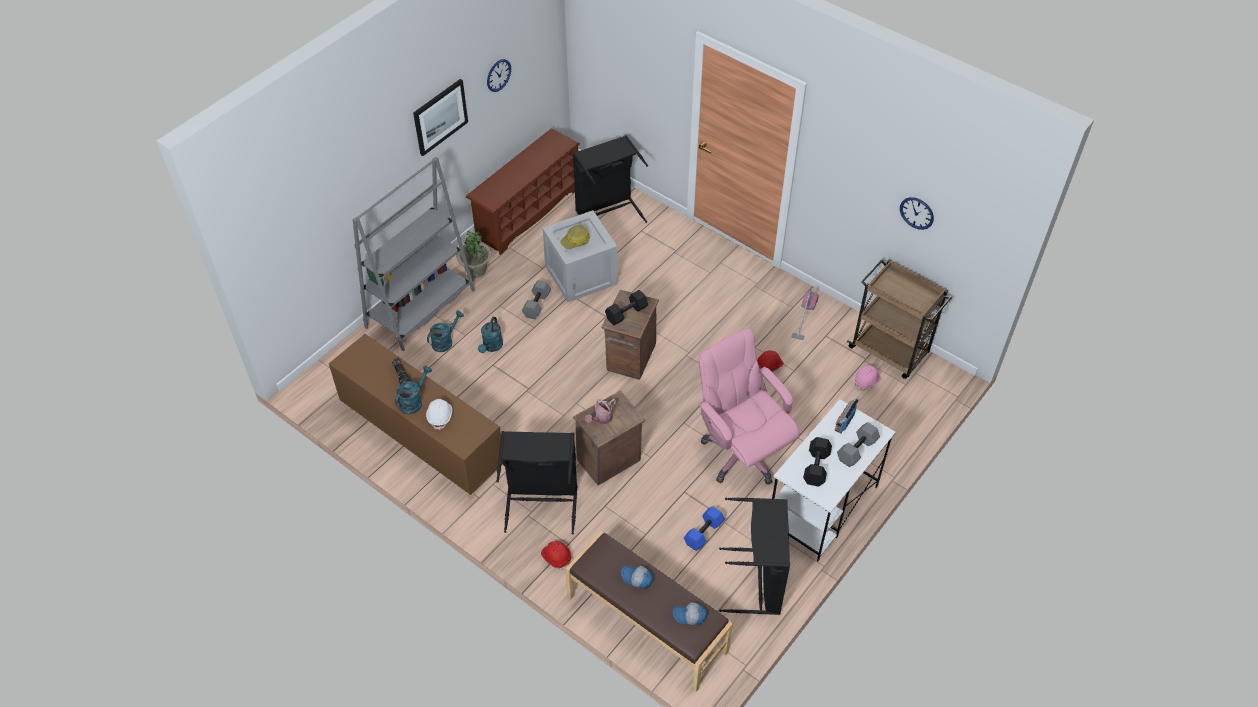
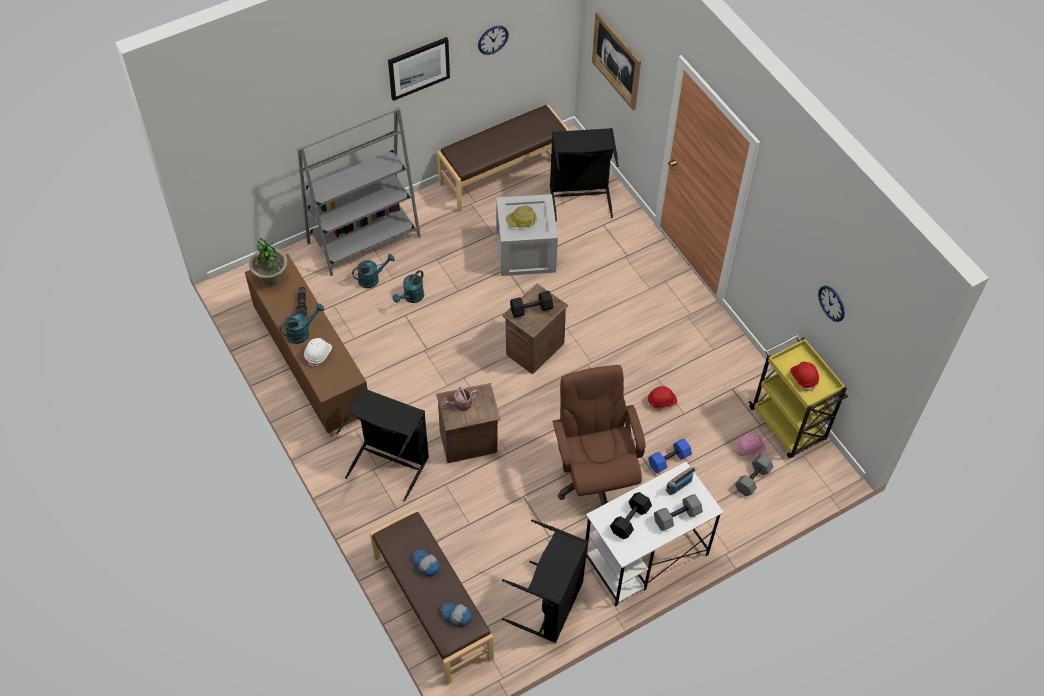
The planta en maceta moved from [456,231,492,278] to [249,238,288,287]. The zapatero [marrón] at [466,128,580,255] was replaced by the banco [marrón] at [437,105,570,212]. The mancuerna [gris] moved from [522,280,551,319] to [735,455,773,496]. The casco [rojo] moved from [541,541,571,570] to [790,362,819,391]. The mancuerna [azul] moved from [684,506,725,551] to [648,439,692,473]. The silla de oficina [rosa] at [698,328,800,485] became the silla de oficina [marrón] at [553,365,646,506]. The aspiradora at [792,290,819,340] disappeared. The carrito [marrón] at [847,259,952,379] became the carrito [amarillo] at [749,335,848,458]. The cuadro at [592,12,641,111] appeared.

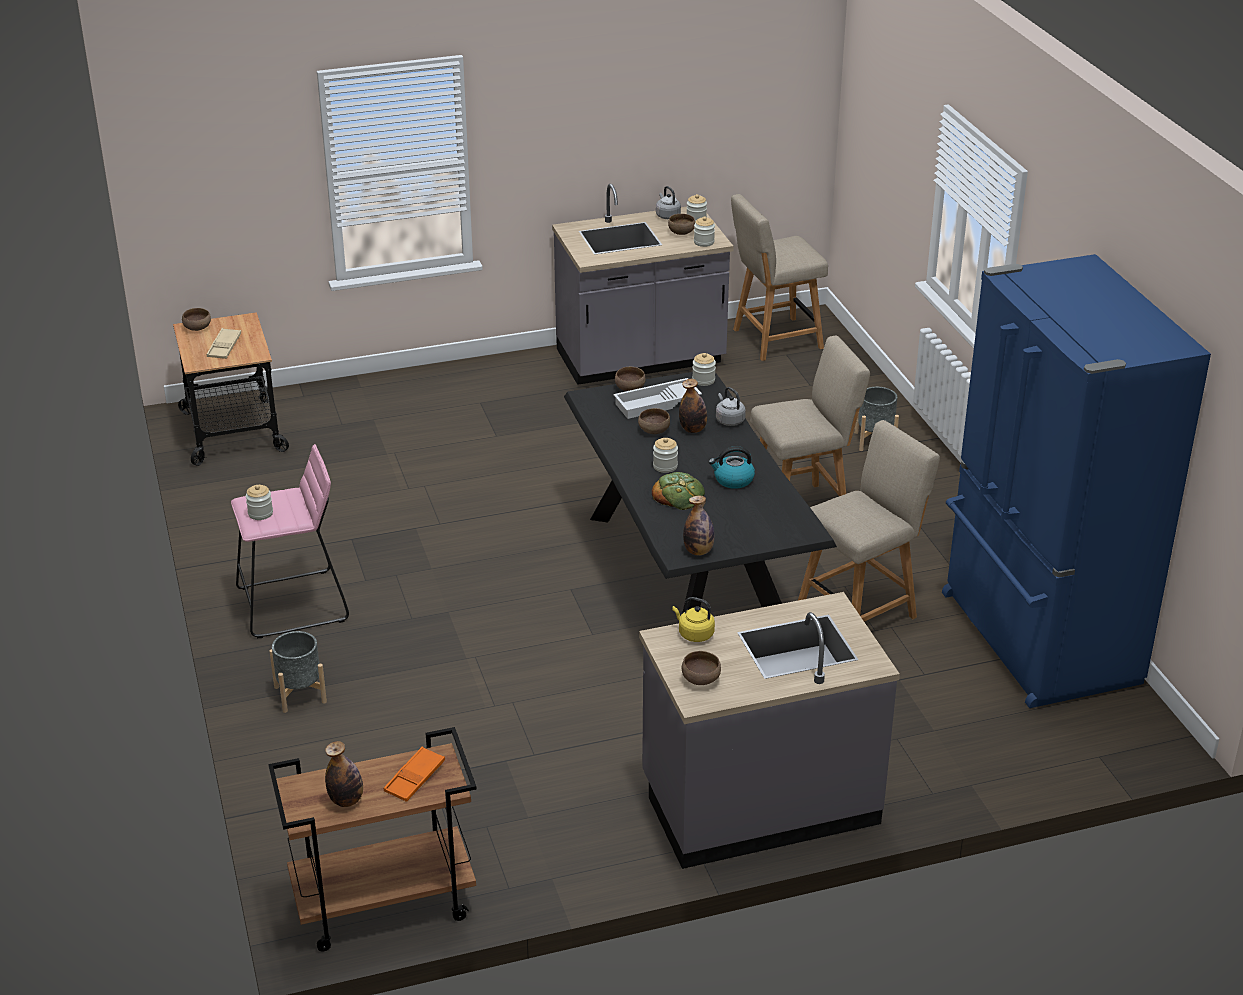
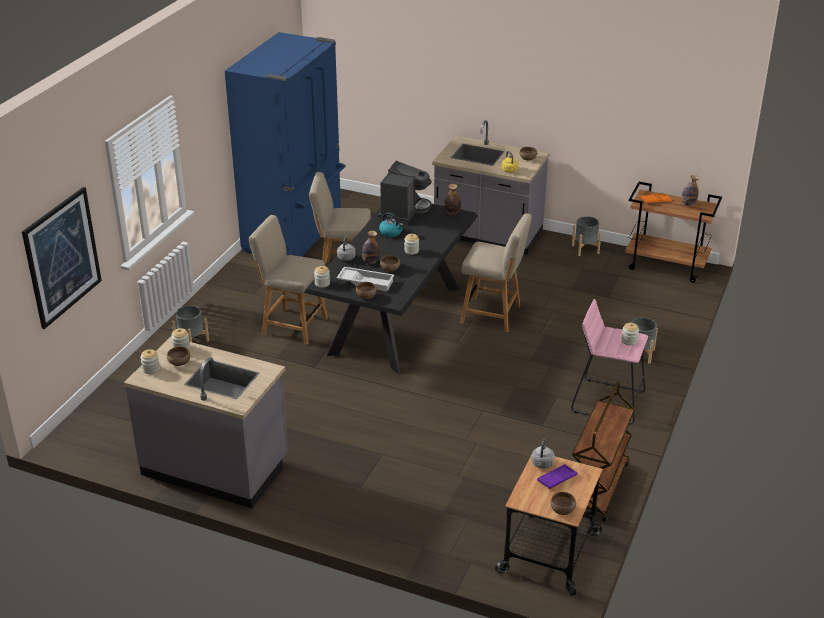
The bandeja [beis] at [207,328,241,359] became the bandeja [morado] at [537,464,577,489]. The pan at [652,472,705,510] disappeared. The hervidor [gris] moved from [656,186,681,219] to [531,438,555,469]. The silla [beis] moved from [731,194,828,361] to [460,213,532,332]. The cuadro at [22,187,102,329] appeared. The cafetera at [378,161,432,223] appeared. The maceta [gris] at [572,216,601,256] appeared. The carrito [marrón] at [572,381,635,522] appeared.

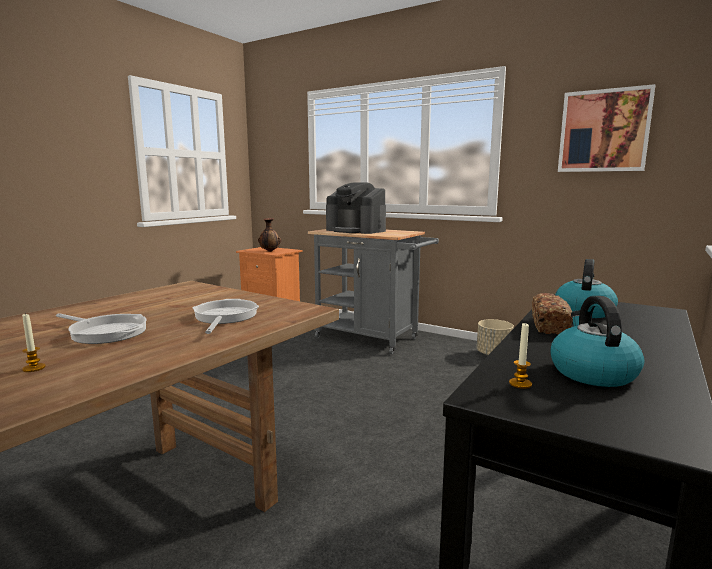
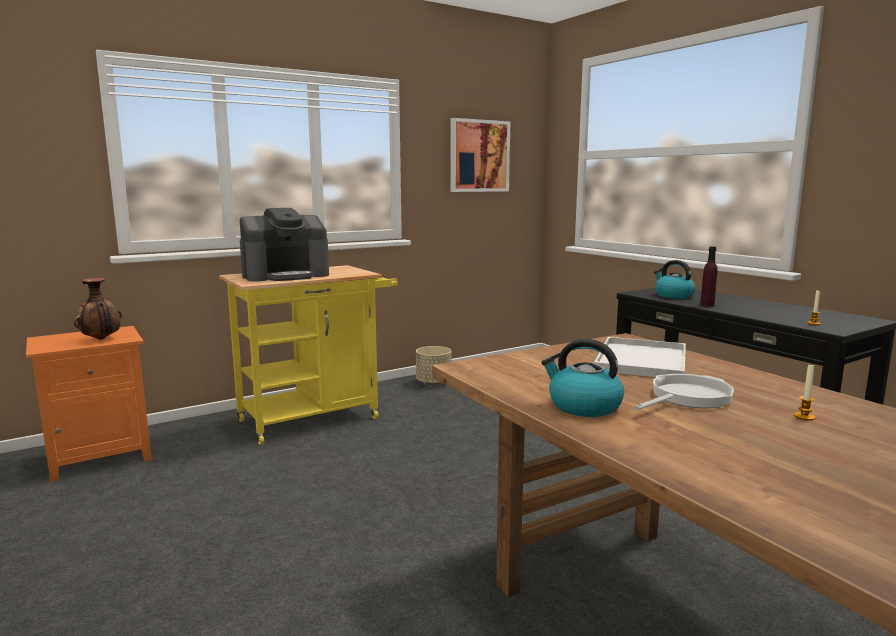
The sartén at [193,299,259,334] was replaced by the bandeja [blanco] at [594,337,686,377]. The carrito [gris] at [308,229,439,354] became the carrito [amarillo] at [219,265,398,445]. The pan at [532,293,573,334] was replaced by the botella [morado] at [700,246,718,307]. The hervidor moved from [550,296,644,387] to [541,339,624,417].

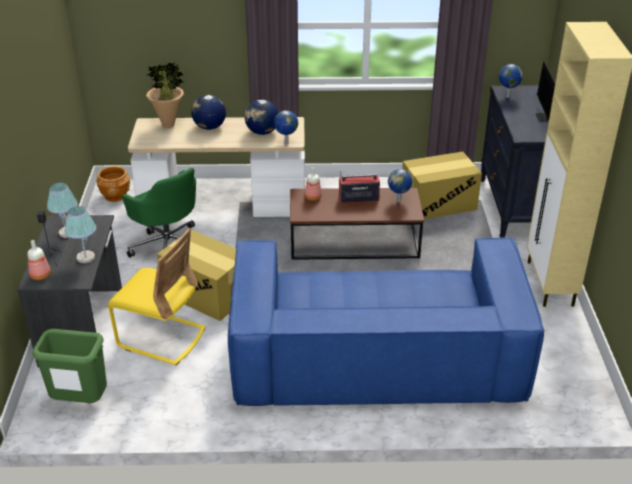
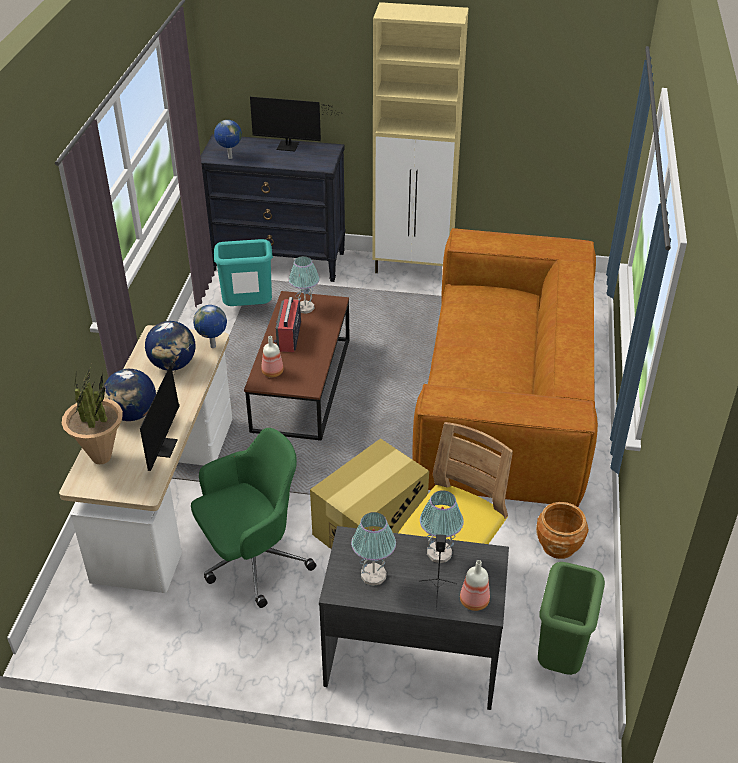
The maceta [marrón] moved from [96,166,130,202] to [536,502,589,559]. The sofá [azul] at [228,237,544,406] became the sofá [marrón] at [412,228,598,507]. The globo terráqueo at [388,169,412,202] was replaced by the lámpara de mesa at [288,256,320,314]. The caja de cartón at [402,152,482,219] was replaced by the papelera [turquesa] at [214,239,273,306]. The monitor at [140,355,180,471] appeared.

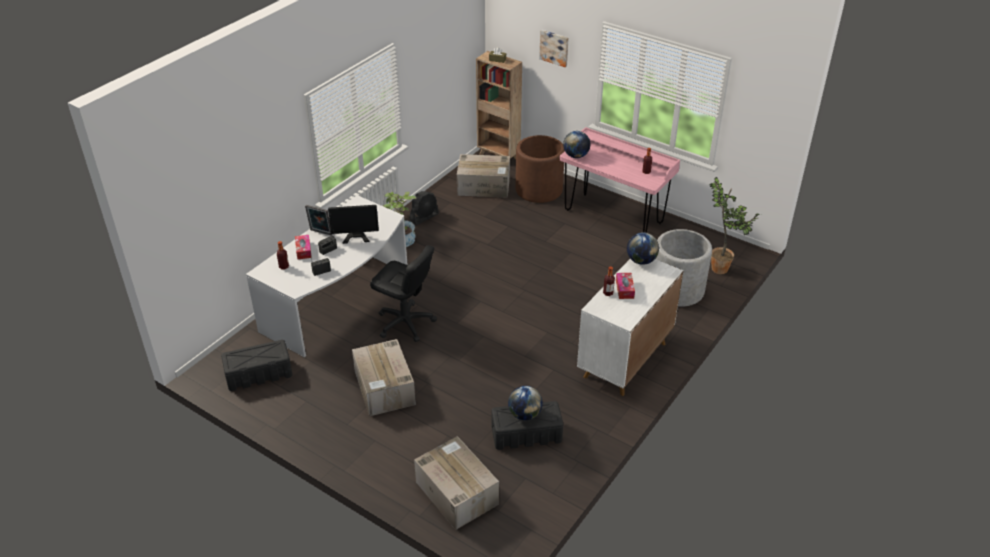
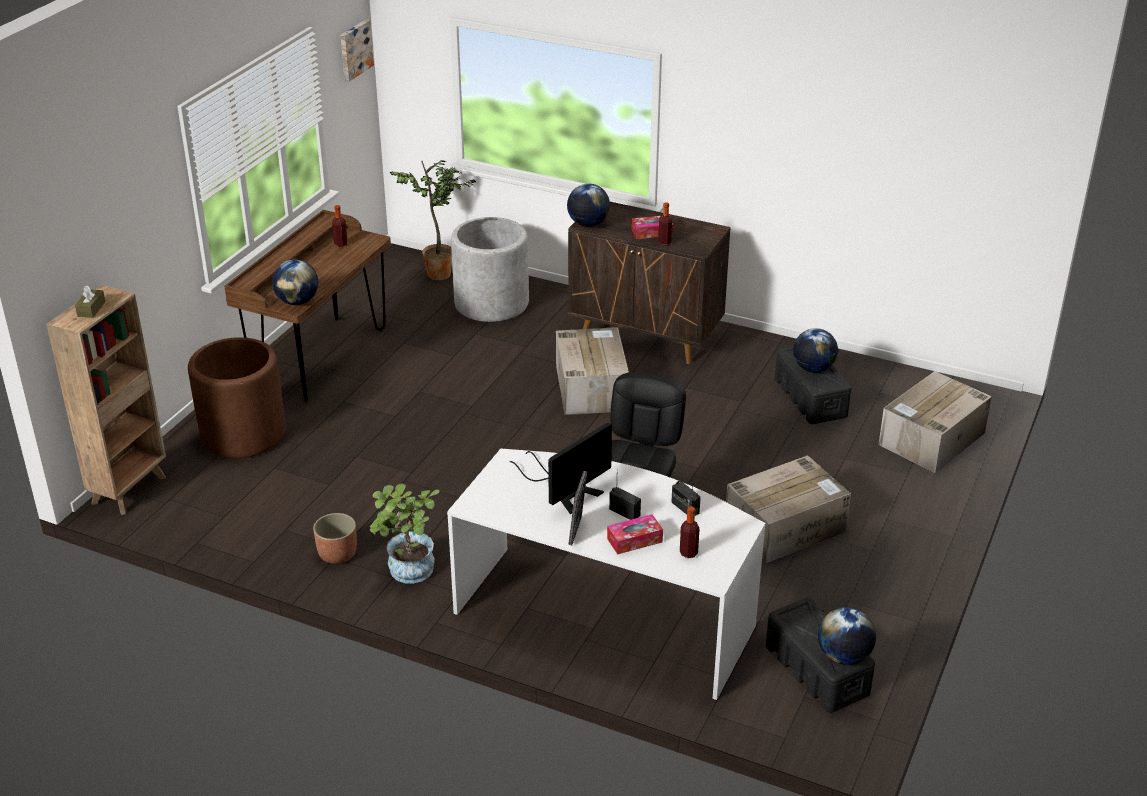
The monitor at [328,205,379,244] turned 60 degrees clockwise. The ventilador [negro] at [409,191,439,225] was replaced by the maceta at [313,513,357,564]. The caja de cartón moved from [457,154,510,198] to [556,327,629,415]. The cuadro moved from [539,30,569,67] to [341,19,374,82]. The escritorio [rosa] at [560,127,680,233] became the escritorio [marrón] at [224,210,391,402]. The armario [blanco] at [577,259,684,396] became the armario [marrón] at [568,202,731,364]. The globo terráqueo at [818,607,876,665] appeared.

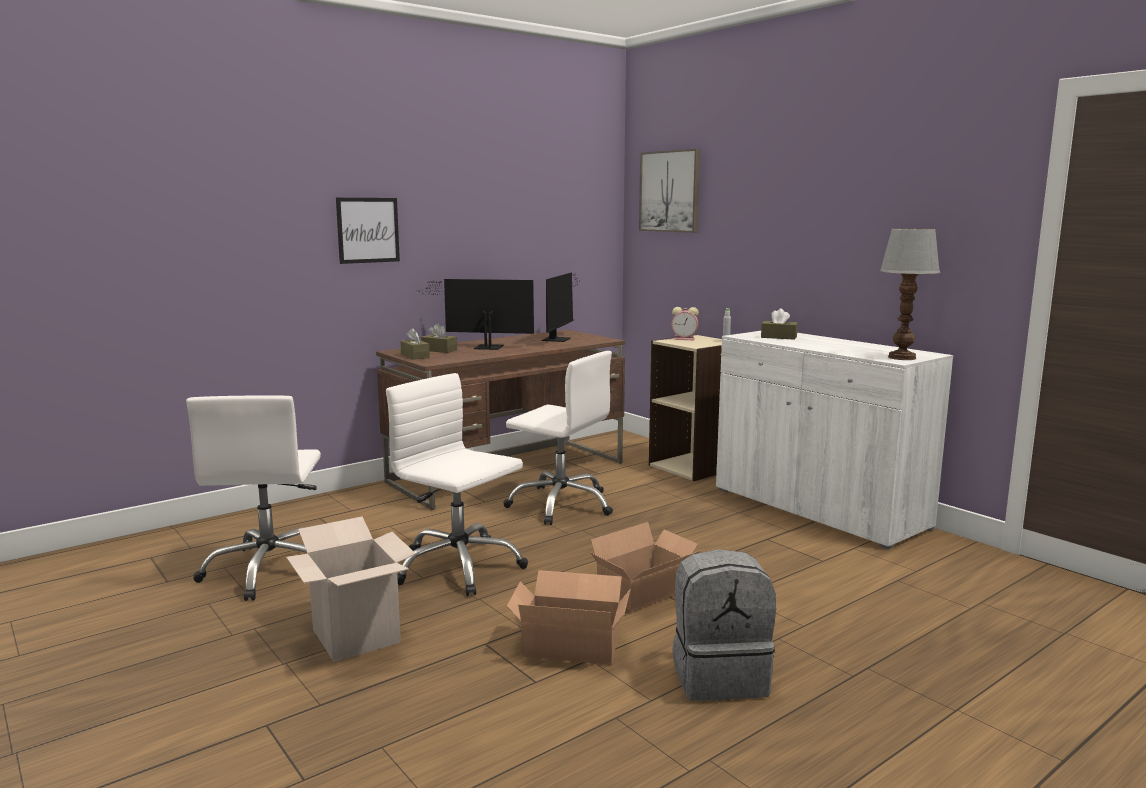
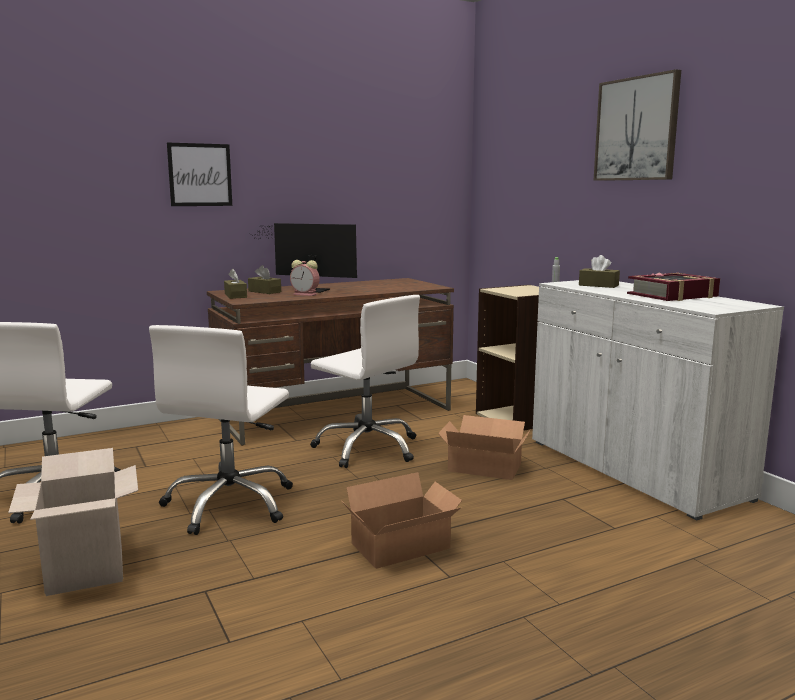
The silla de oficina [blanco] at [386,373,528,596] turned 120 degrees counterclockwise. The caja de cartón moved from [507,570,630,665] to [438,415,531,480]. The monitor at [542,272,575,342] disappeared. The cuadro moved from [639,149,700,233] to [593,69,681,181]. The despertador moved from [671,307,699,340] to [290,260,320,296]. The mochila [gris] at [672,549,776,701] disappeared. The lámpara de mesa at [880,228,940,360] disappeared. The libro at [627,272,720,301] appeared.

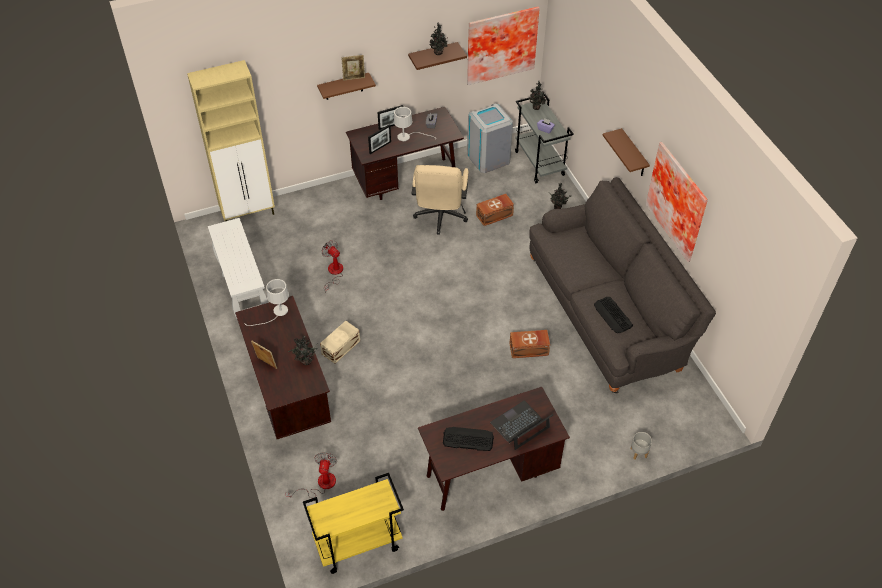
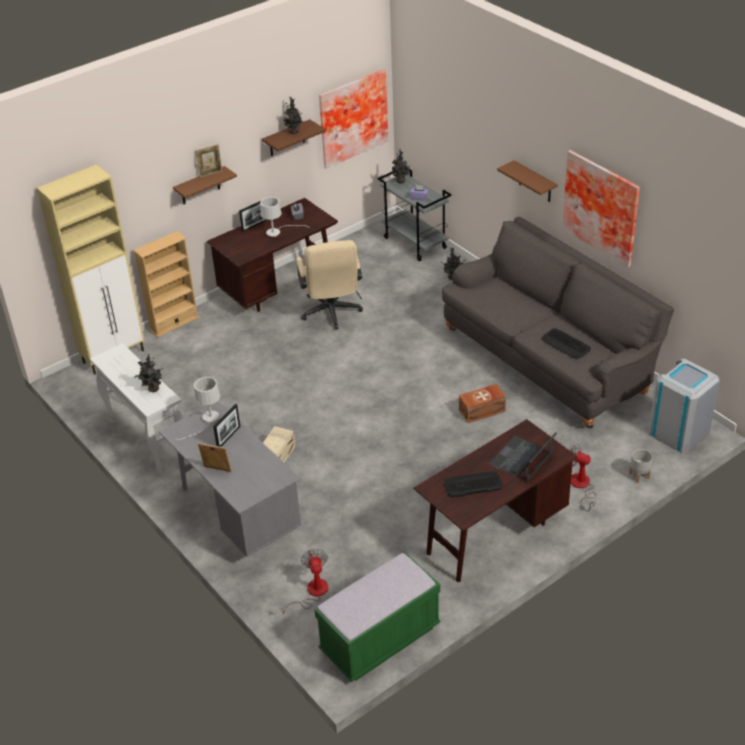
The escritorio [marrón] at [235,296,331,439] became the escritorio [gris] at [159,401,301,557]. The planta en maceta moved from [288,336,317,365] to [134,354,164,392]. The carrito [amarillo] at [303,473,404,574] was replaced by the banco [verde] at [315,553,441,682]. The ventilador moved from [322,240,343,293] to [570,444,596,511]. The portarretratos moved from [368,124,391,154] to [213,404,240,447]. The papelera [gris] moved from [467,104,513,173] to [649,359,720,453]. The caja de almacenaje [marrón] at [476,194,514,226] disappeared. The estantería [beis] at [133,231,199,337] appeared.

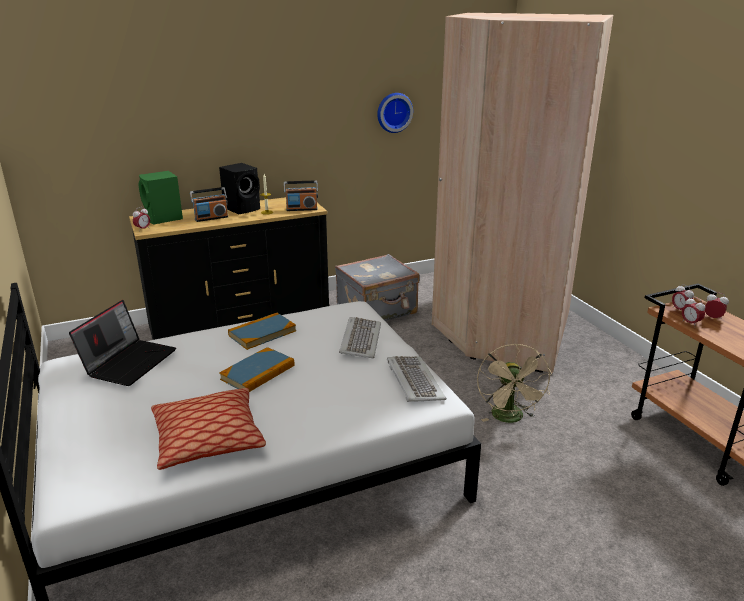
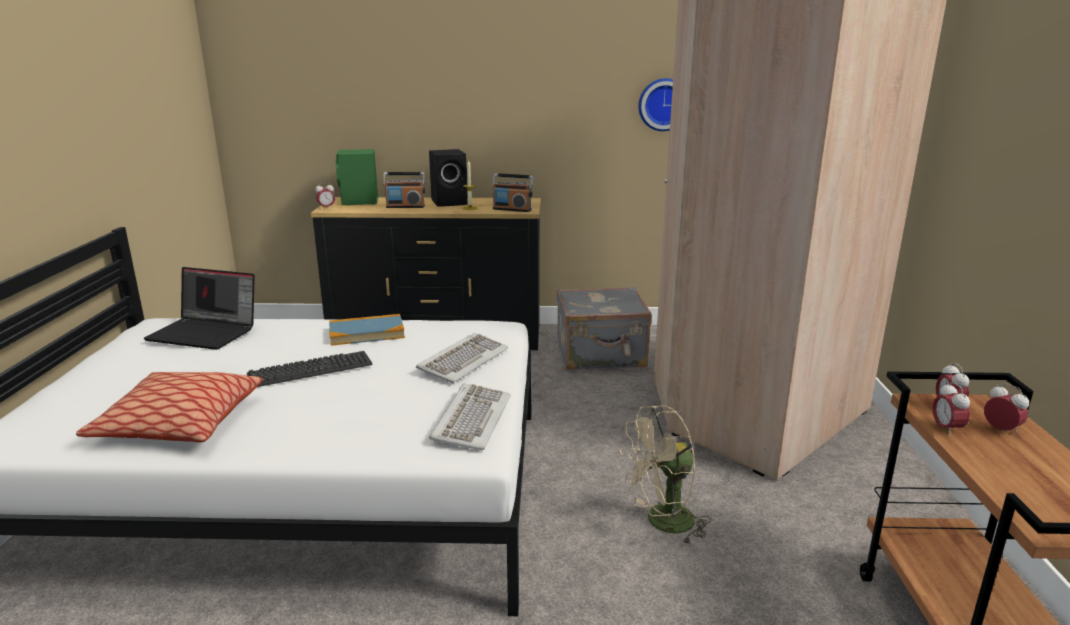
The portátil at [69,300,176,386] turned 60 degrees clockwise. The libro at [219,347,295,392] was replaced by the teclado at [247,351,372,387]. The ventilador [beis] at [477,344,552,423] turned 45 degrees clockwise.

